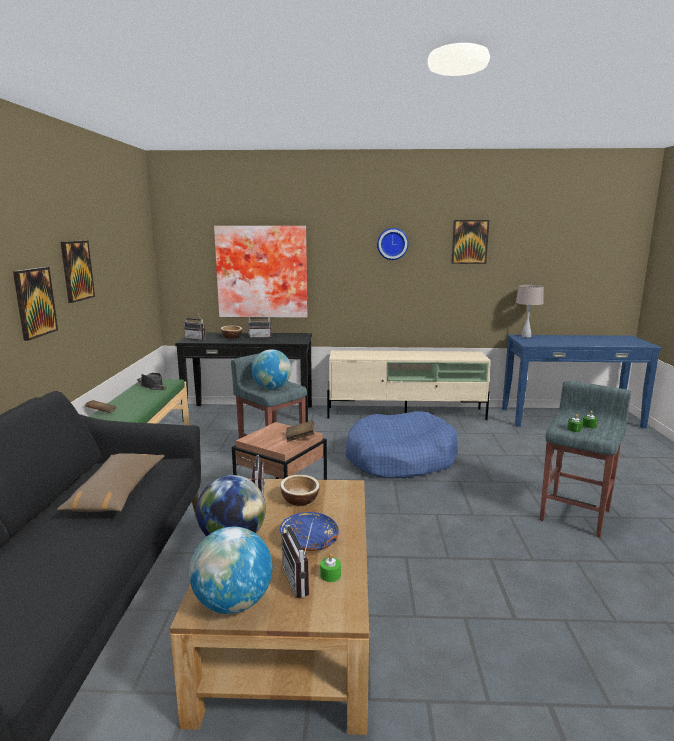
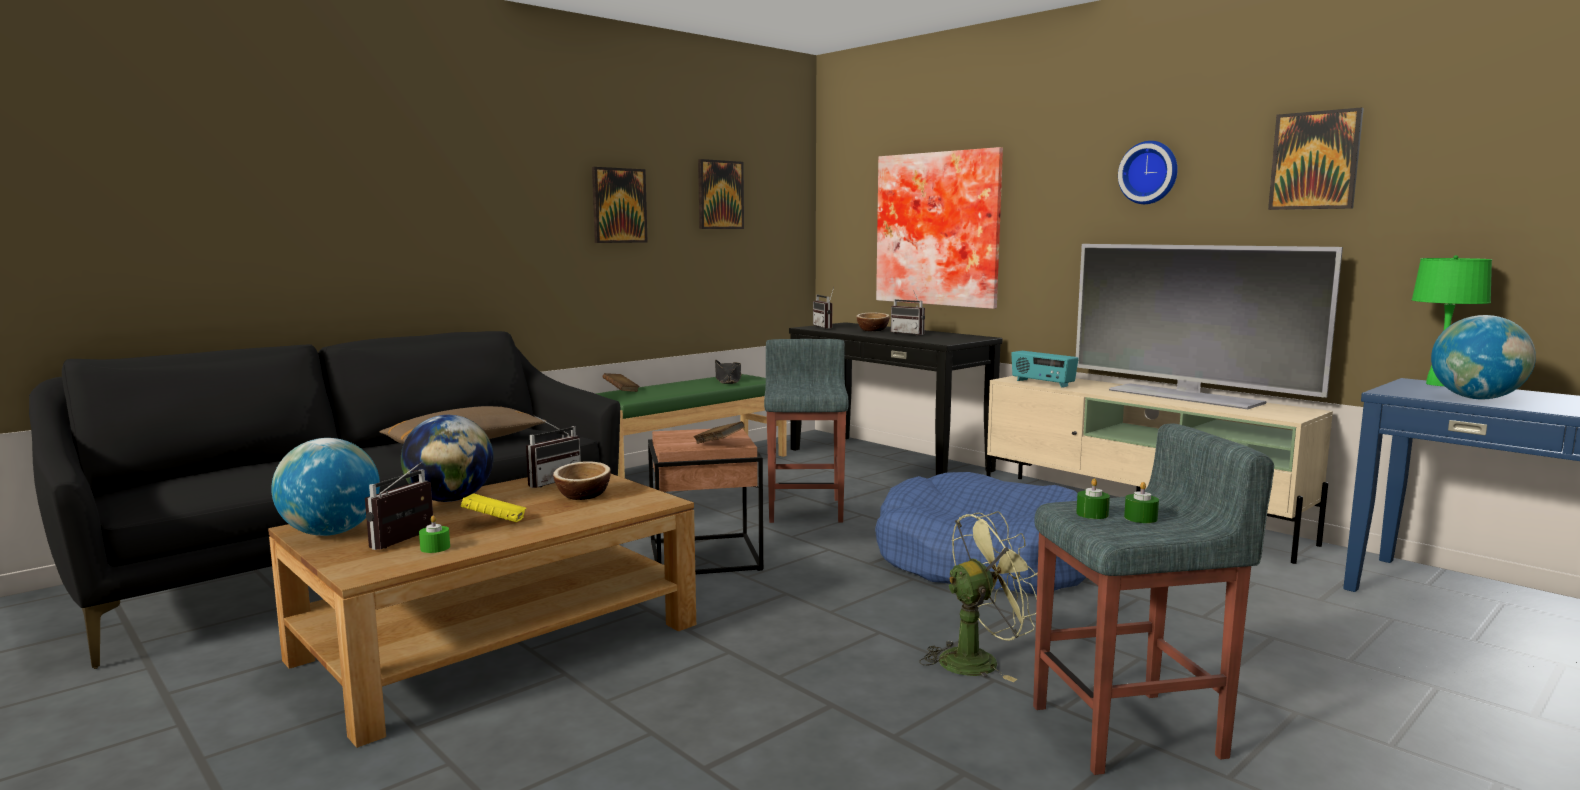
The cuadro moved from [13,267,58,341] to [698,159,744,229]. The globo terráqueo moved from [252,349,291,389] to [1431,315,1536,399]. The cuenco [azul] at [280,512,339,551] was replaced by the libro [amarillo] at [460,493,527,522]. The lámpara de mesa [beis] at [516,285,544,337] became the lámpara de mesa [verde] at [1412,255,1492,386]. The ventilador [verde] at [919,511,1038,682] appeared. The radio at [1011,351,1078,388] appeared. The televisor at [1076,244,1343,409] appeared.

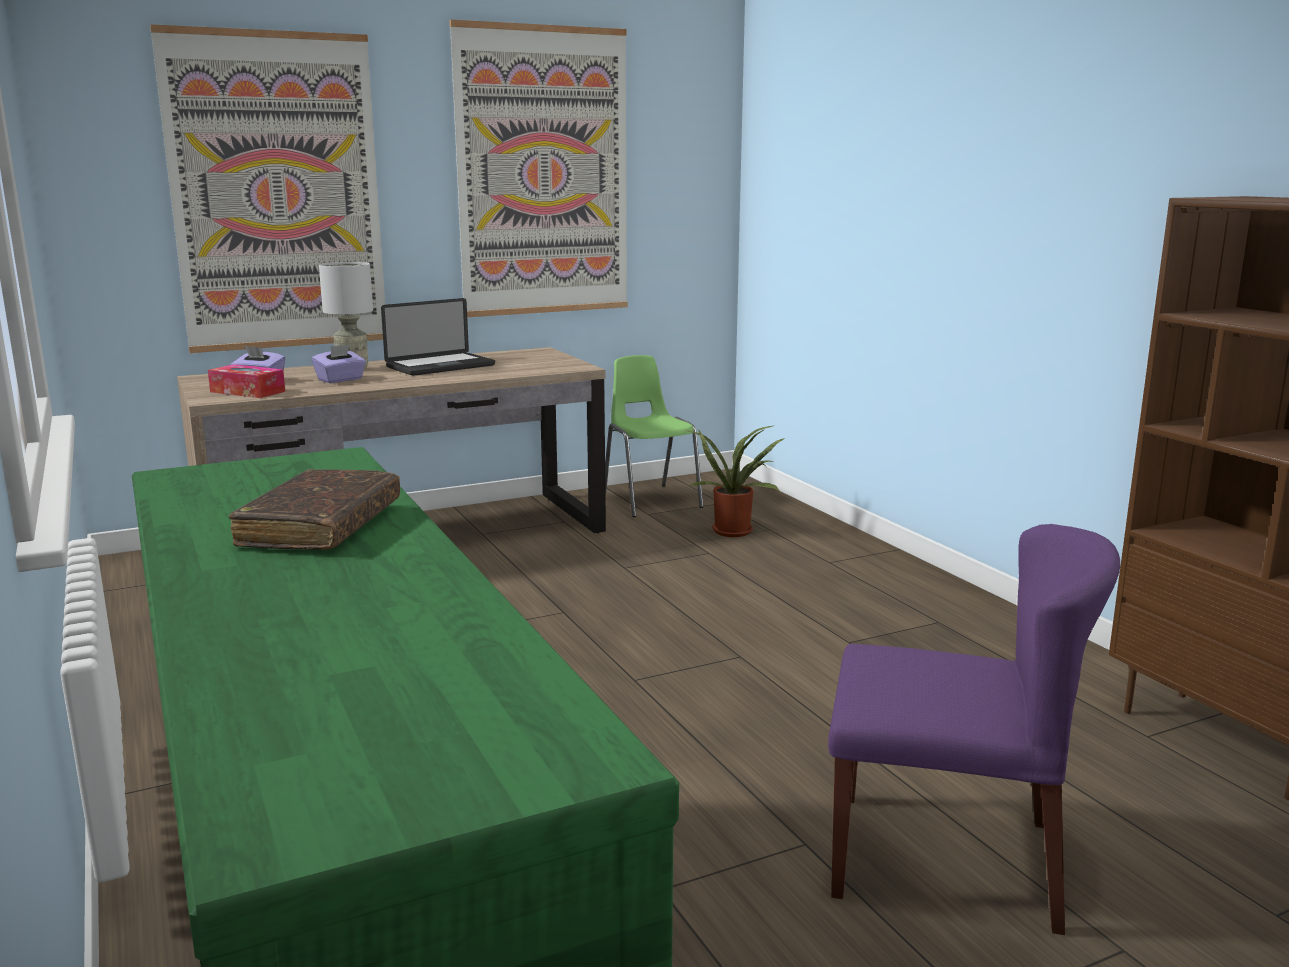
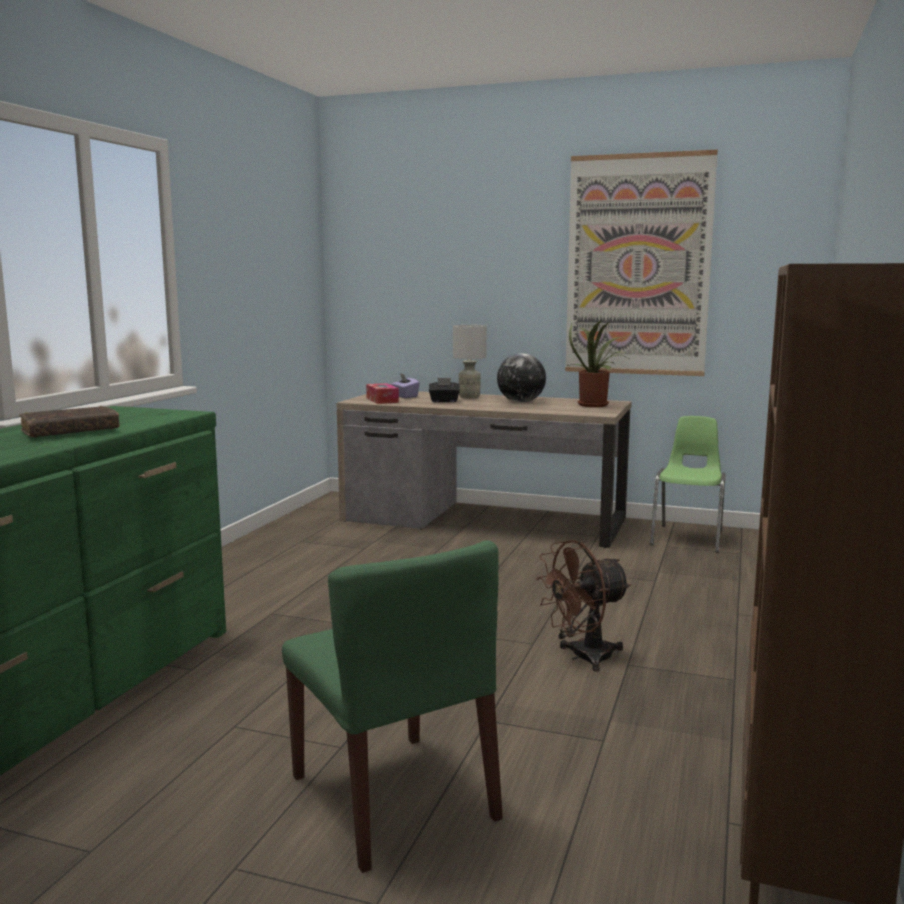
The cuadro at [150,24,385,353] disappeared. The caja de pañuelos [morado] at [312,344,366,383] became the caja de pañuelos [negro] at [429,378,460,402]. The portátil at [381,298,495,376] was replaced by the globo terráqueo at [497,353,546,403]. The planta en maceta moved from [688,426,785,537] to [567,320,631,407]. The silla [morado] at [828,524,1120,935] became the silla [verde] at [282,540,503,873]. The ventilador [marrón] at [536,540,631,672] appeared.

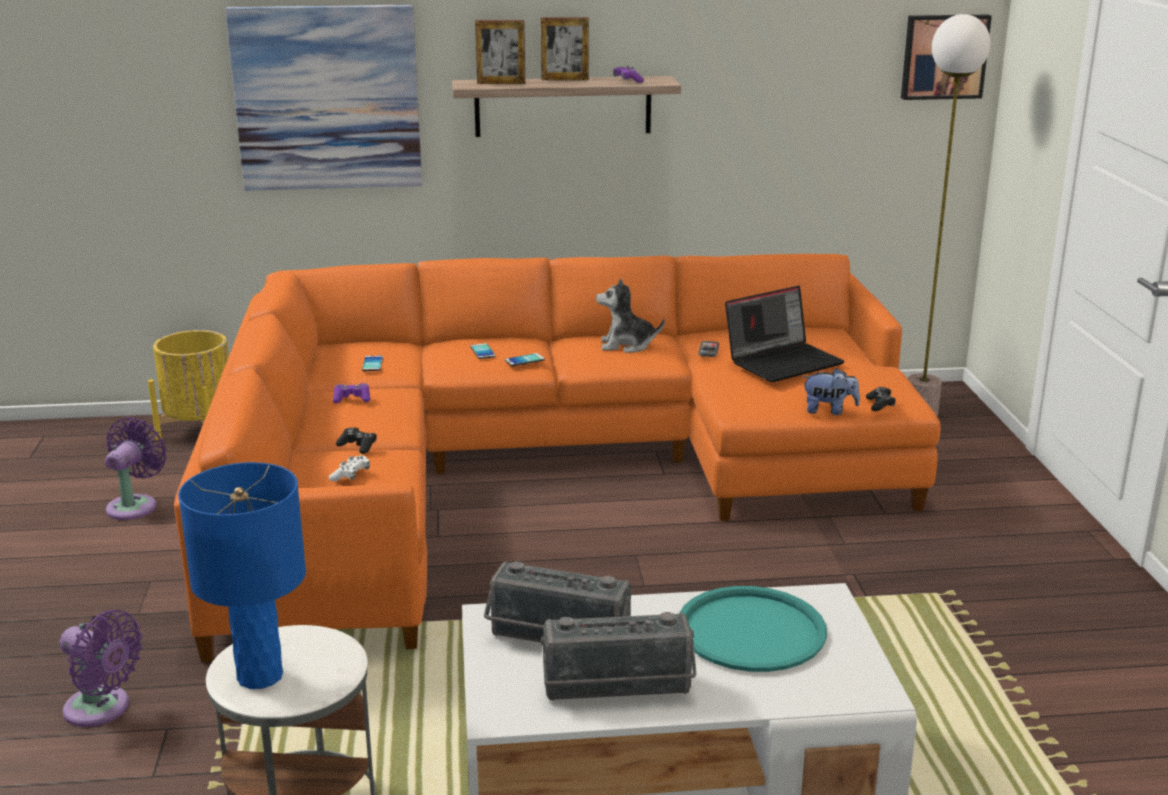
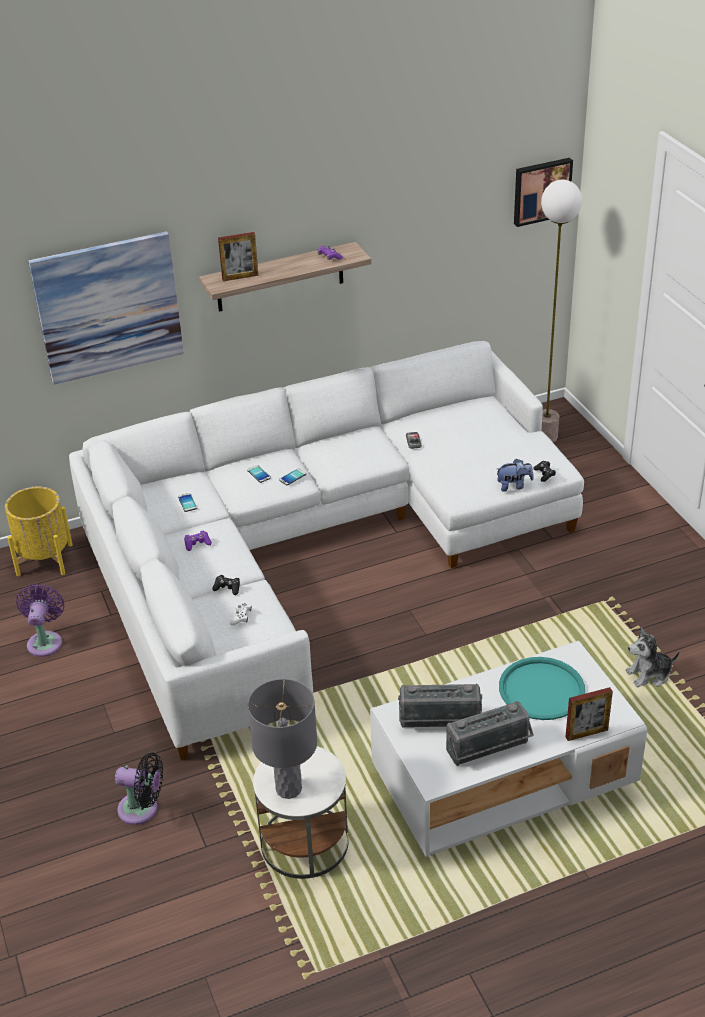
The ventilador [morado] at [59,610,143,727] became the ventilador [negro] at [115,753,163,825]. The sofá [naranja] at [174,254,941,662] became the sofá [blanco] at [69,341,584,760]. The lámpara de mesa [azul] at [178,462,306,689] became the lámpara de mesa [gris] at [247,679,317,799]. The portarretratos moved from [541,17,589,80] to [565,687,613,741]. The peluche moved from [596,279,665,353] to [626,628,679,687]. The portátil at [725,286,845,382] disappeared.

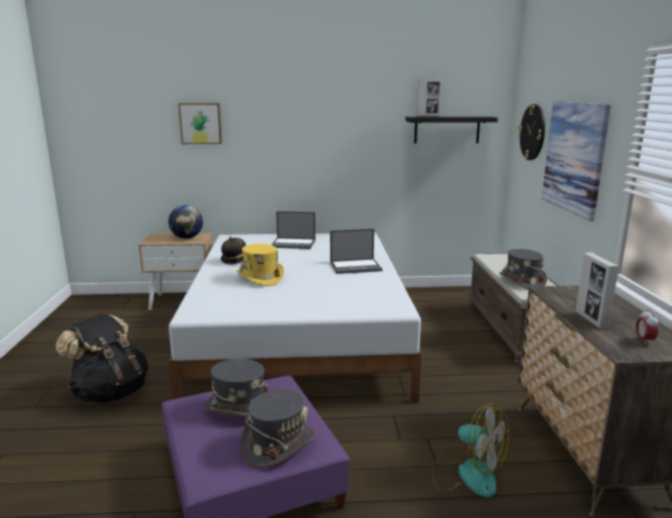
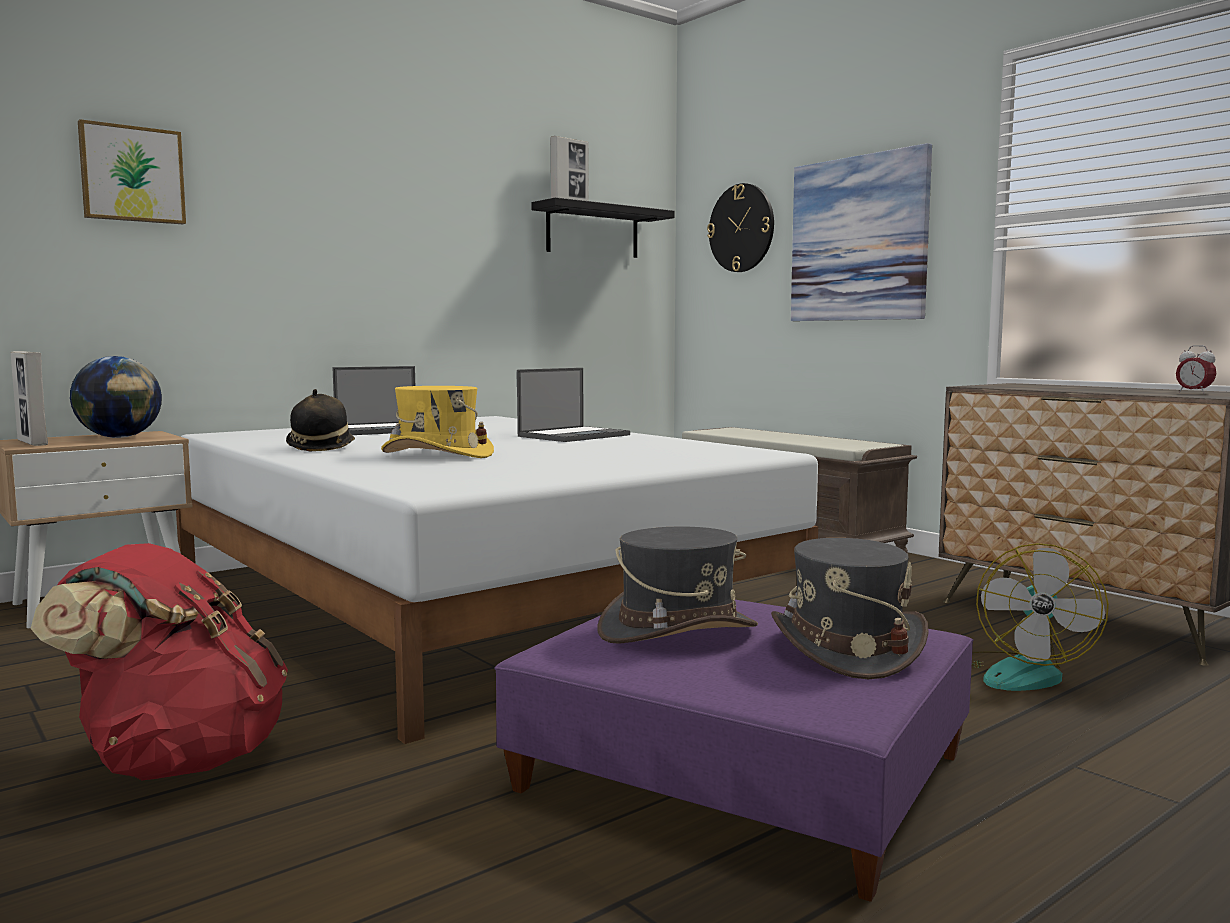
The mochila [negro] at [56,314,148,403] became the mochila [rojo] at [31,543,288,780]. The ventilador at [431,403,509,497] turned 105 degrees clockwise. The sombrero [gris] at [499,249,547,289] disappeared. The portarretratos moved from [576,252,619,329] to [11,351,48,446].

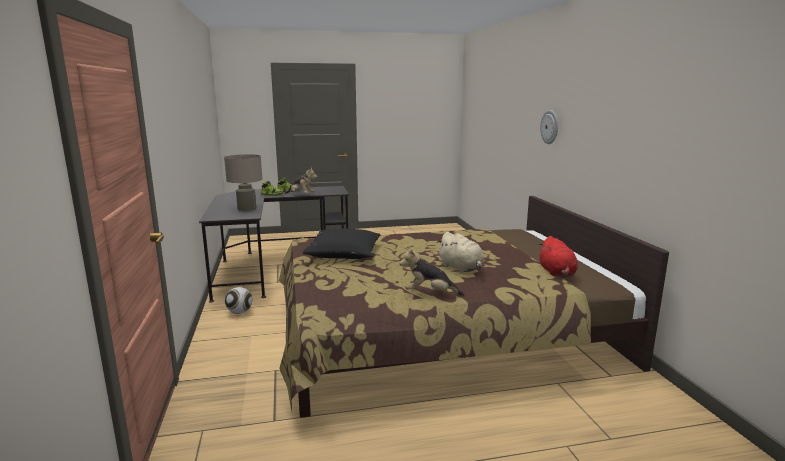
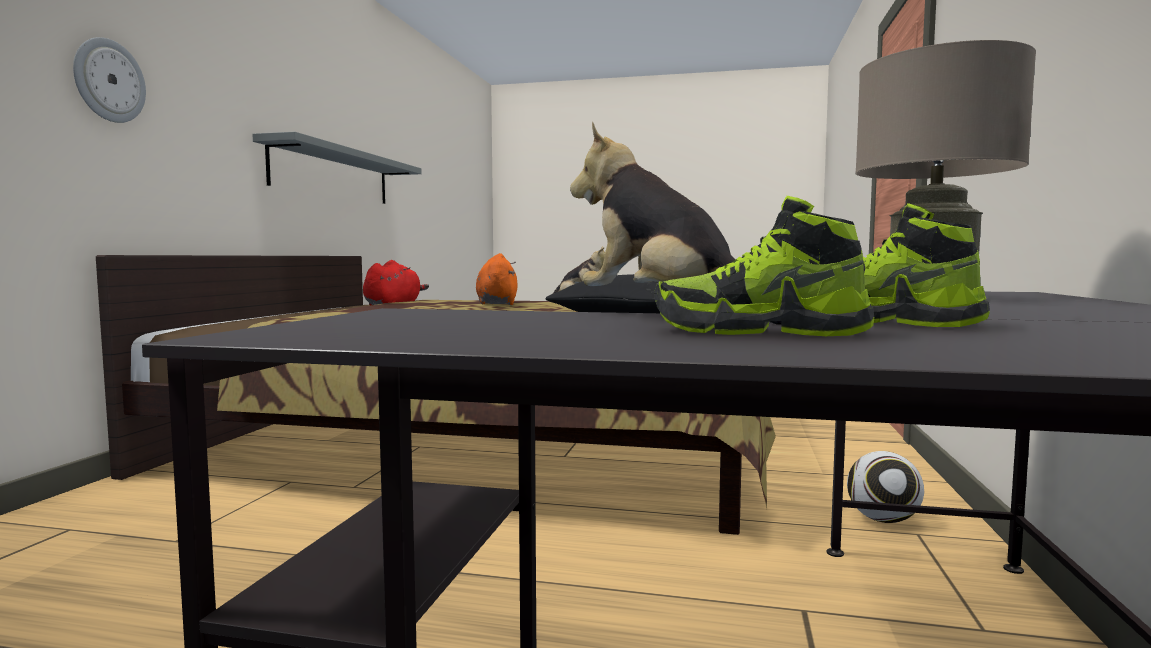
The peluche [beis] at [438,232,484,273] became the peluche [naranja] at [476,253,517,305]. The estante [gris] at [253,132,422,204] appeared.

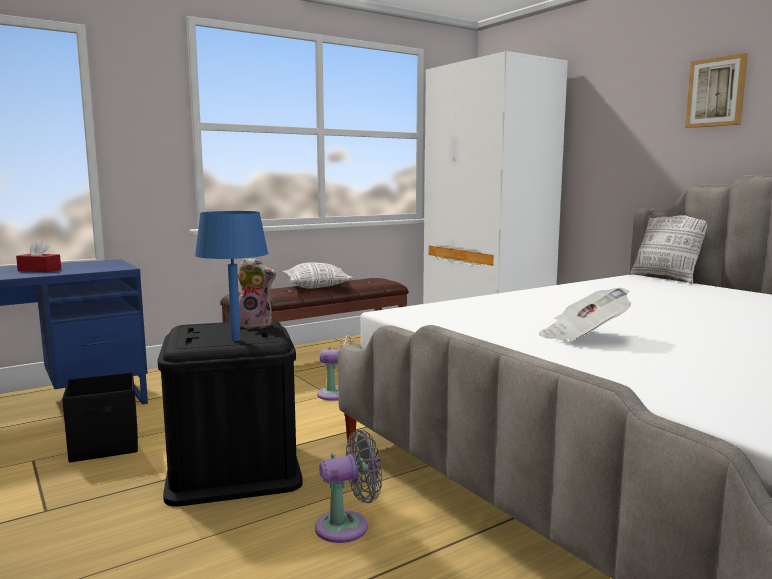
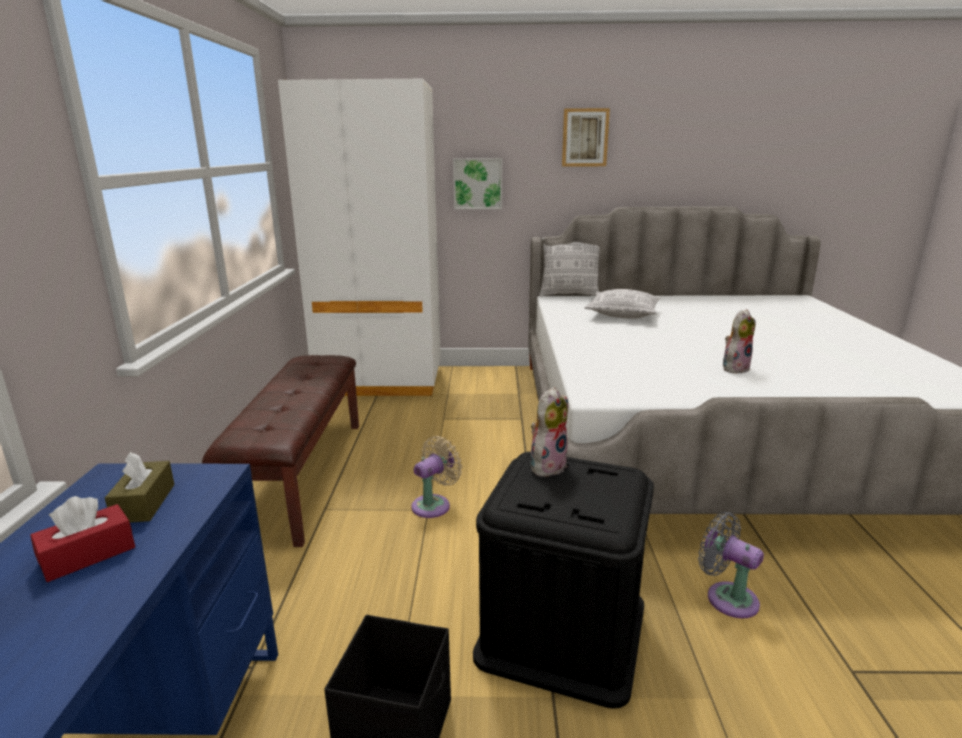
The lámpara de mesa [azul] at [195,211,268,341] disappeared. The cojín moved from [282,262,353,289] to [584,289,661,319]. The ventilador [gris] at [315,430,382,543] turned 60 degrees counterclockwise. The periódico at [539,288,631,341] was replaced by the peluche at [723,309,756,373]. The caja de pañuelos [marrón] at [105,452,175,523] appeared. The cuadro at [453,158,502,209] appeared.

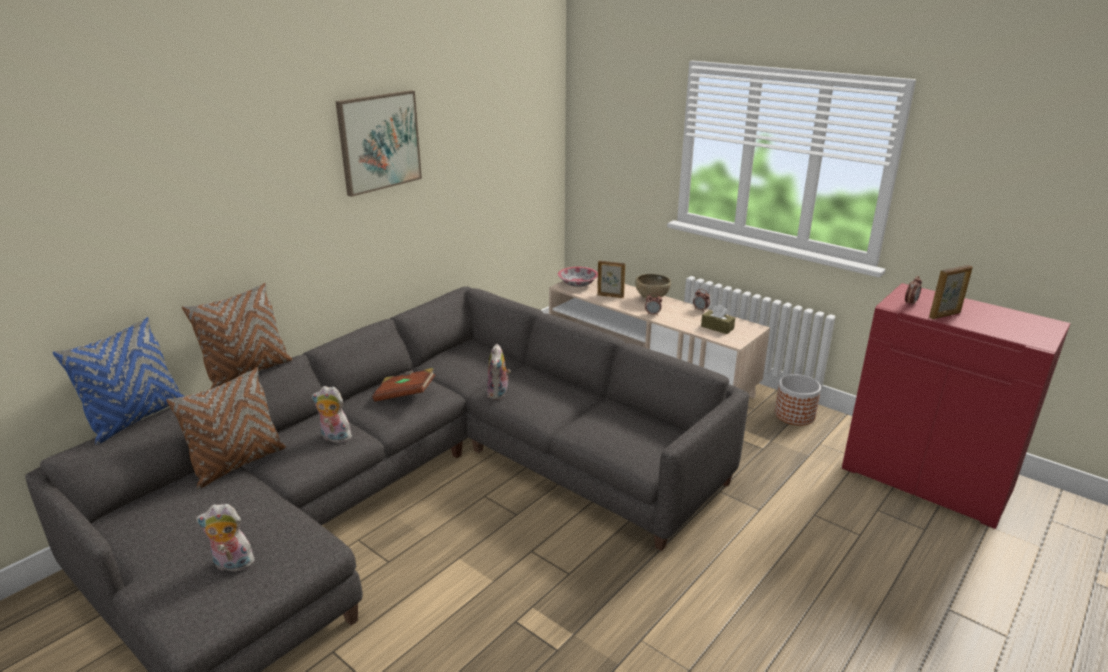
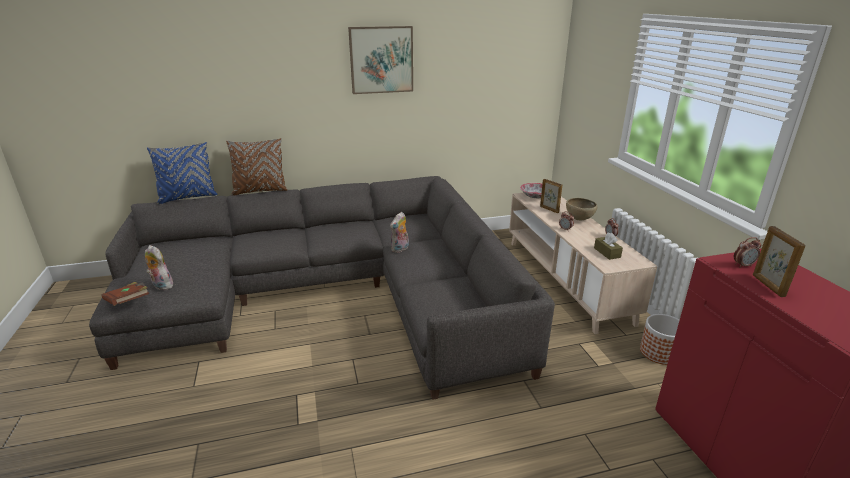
The cojín [marrón] at [166,367,286,489] disappeared. The peluche at [312,386,352,443] disappeared. The libro [marrón] moved from [372,368,436,402] to [101,282,149,306]. The portarretratos at [929,265,973,319] turned 75 degrees clockwise.

